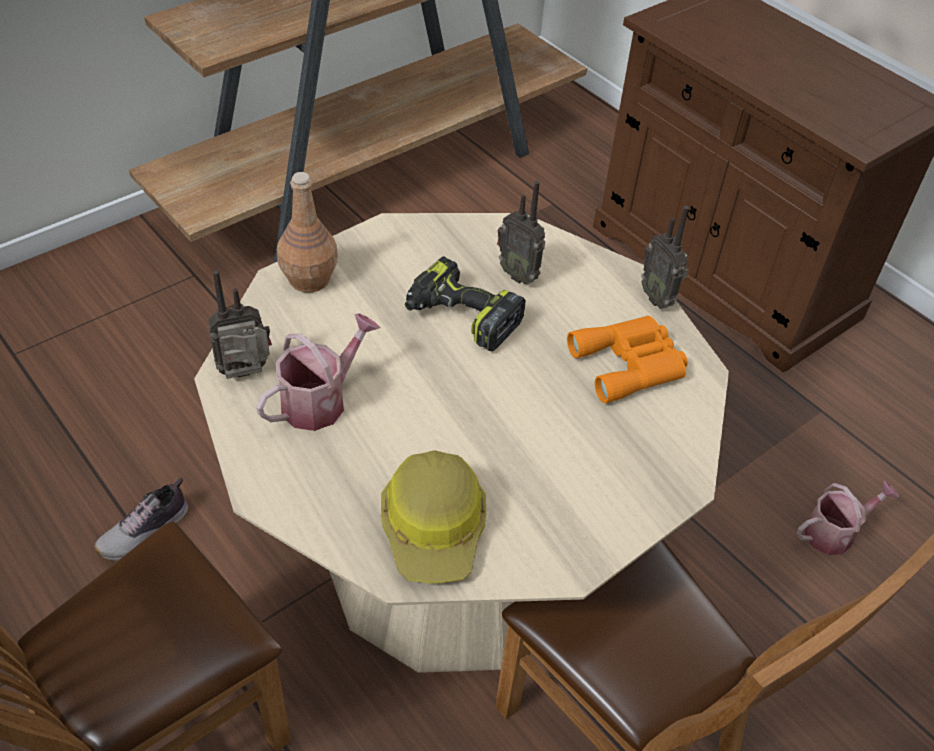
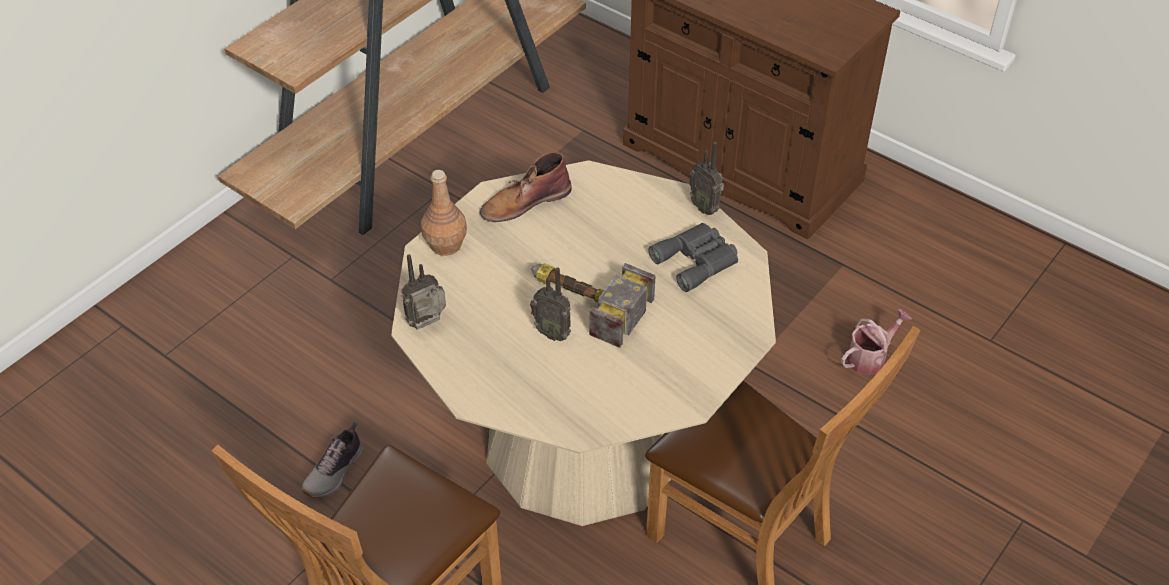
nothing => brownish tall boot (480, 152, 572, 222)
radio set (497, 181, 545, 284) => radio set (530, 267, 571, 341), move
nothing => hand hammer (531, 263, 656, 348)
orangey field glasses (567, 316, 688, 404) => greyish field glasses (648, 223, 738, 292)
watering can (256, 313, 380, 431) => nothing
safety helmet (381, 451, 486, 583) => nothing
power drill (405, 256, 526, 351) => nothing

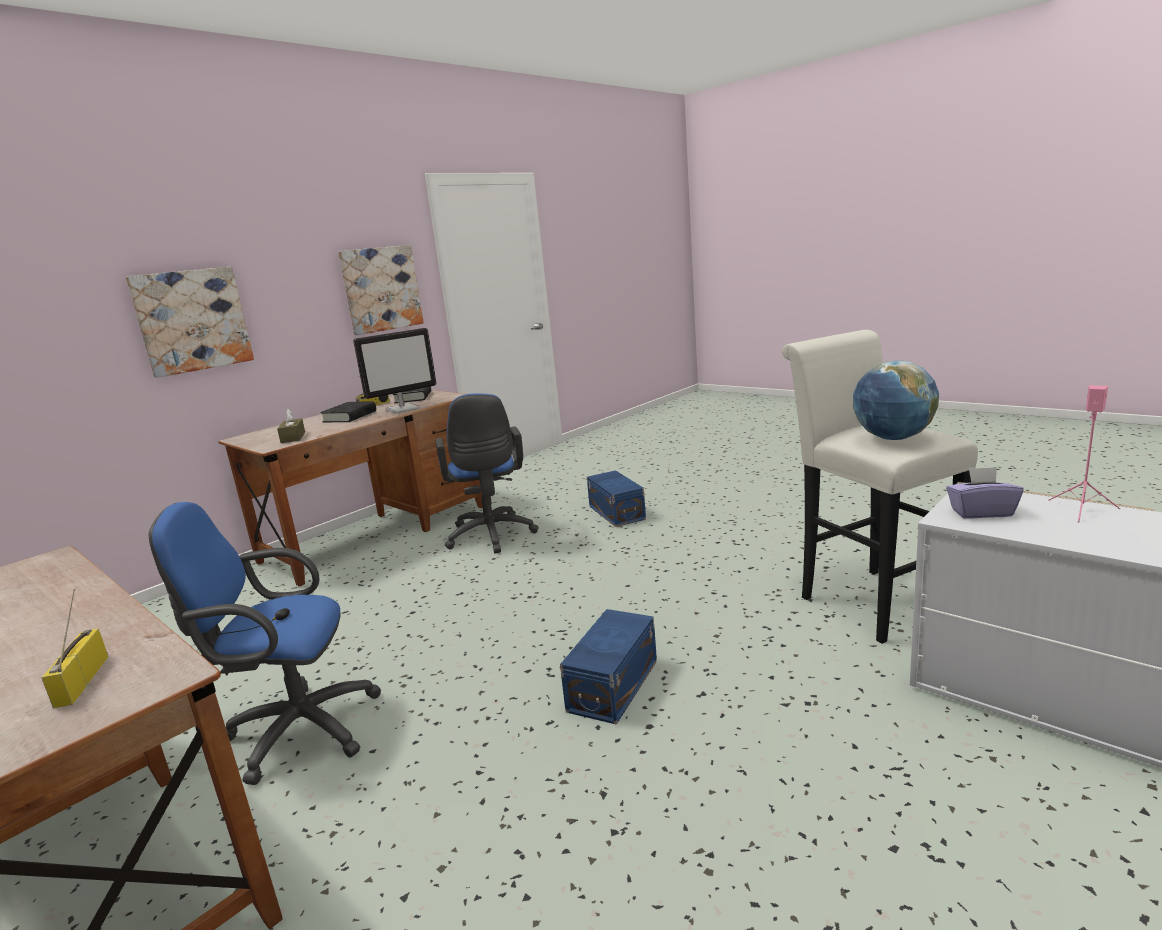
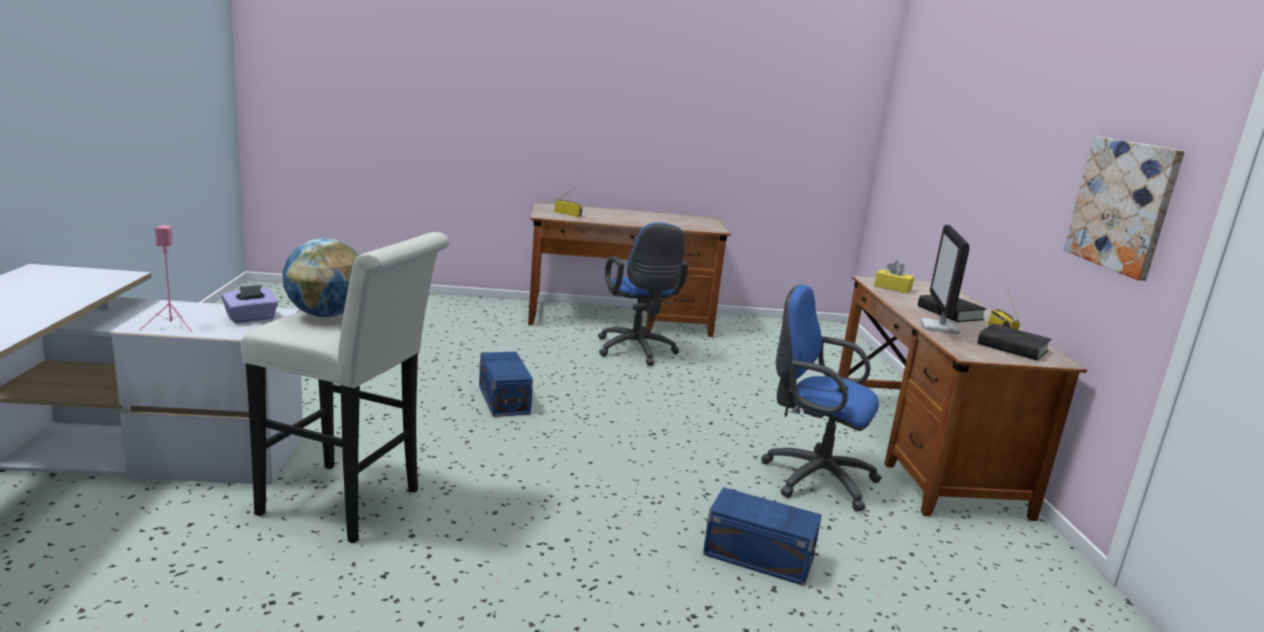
blue-coloured office chair (149, 502, 381, 785) => blue-coloured office chair (598, 223, 688, 366), 120 degrees clockwise
brownish tissue box (277, 409, 305, 443) => yellow-coloured tissue box (874, 261, 914, 294)
wall art (126, 267, 254, 378) => nothing

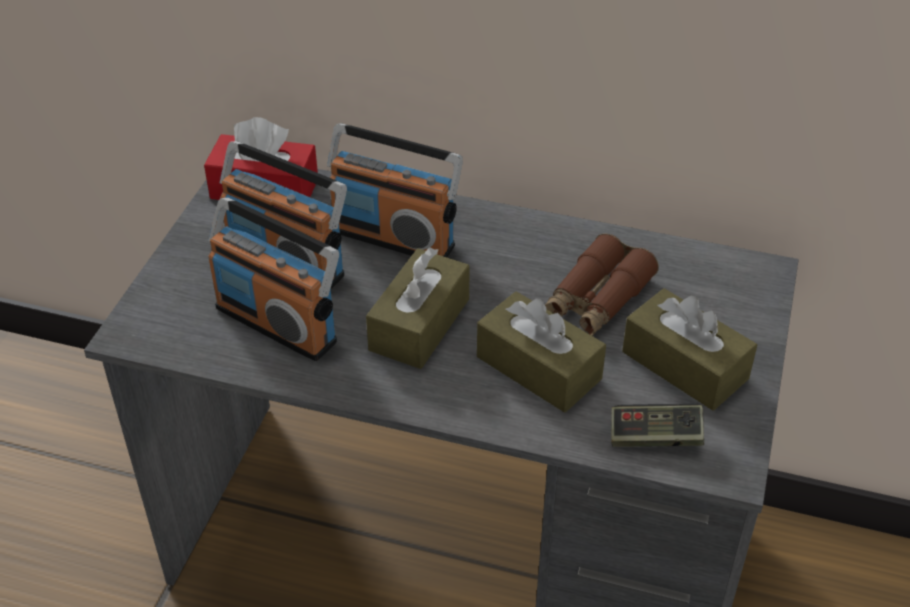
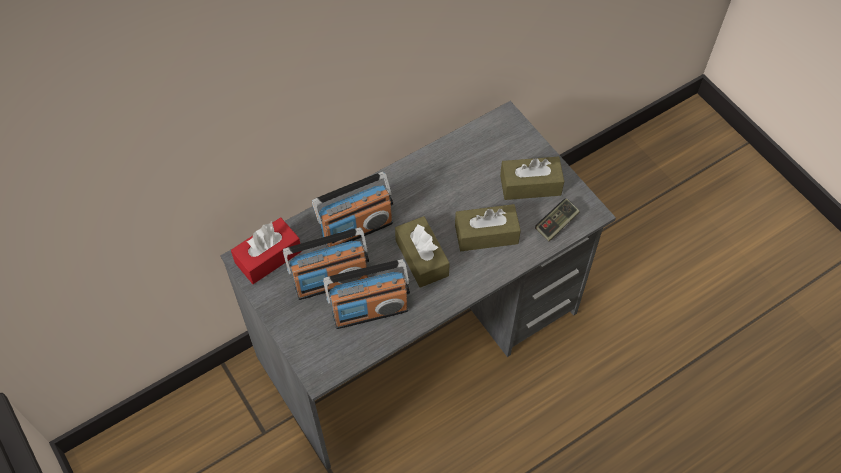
brownish field glasses (545, 234, 659, 336) => nothing

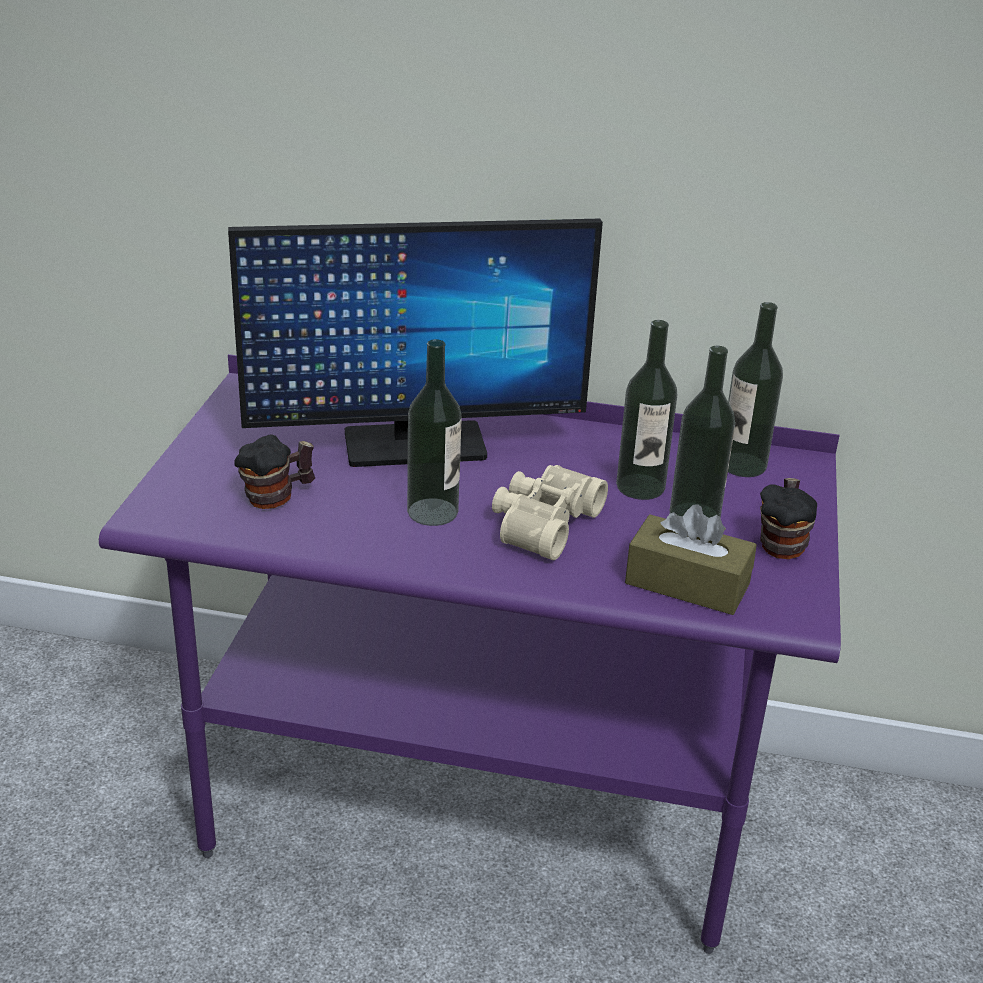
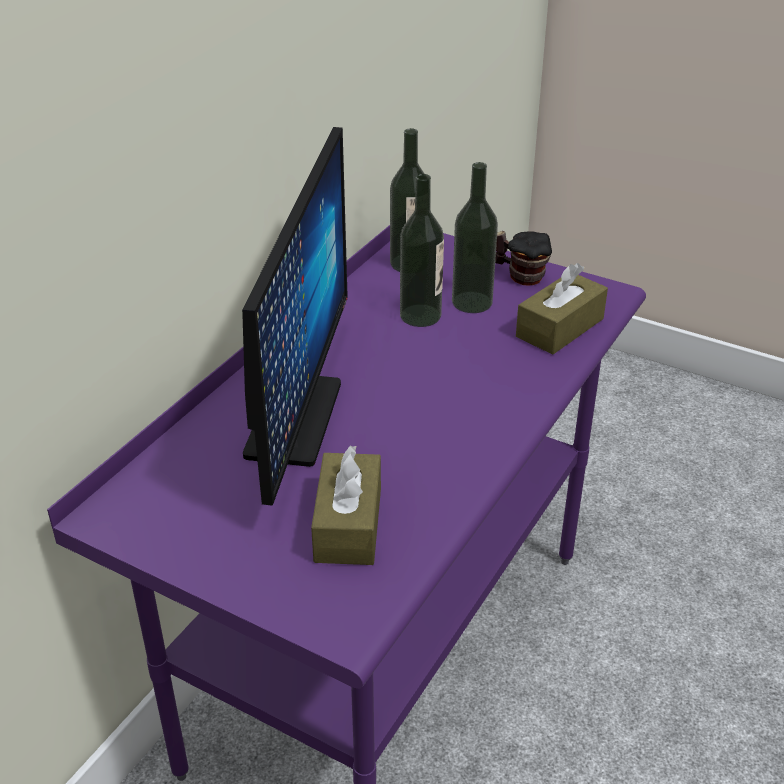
coffee mug (234, 434, 315, 509) => brownish tissue box (311, 446, 381, 565)
drink bottle (407, 339, 462, 526) => nothing
sand-coloured field glasses (492, 465, 608, 560) => nothing

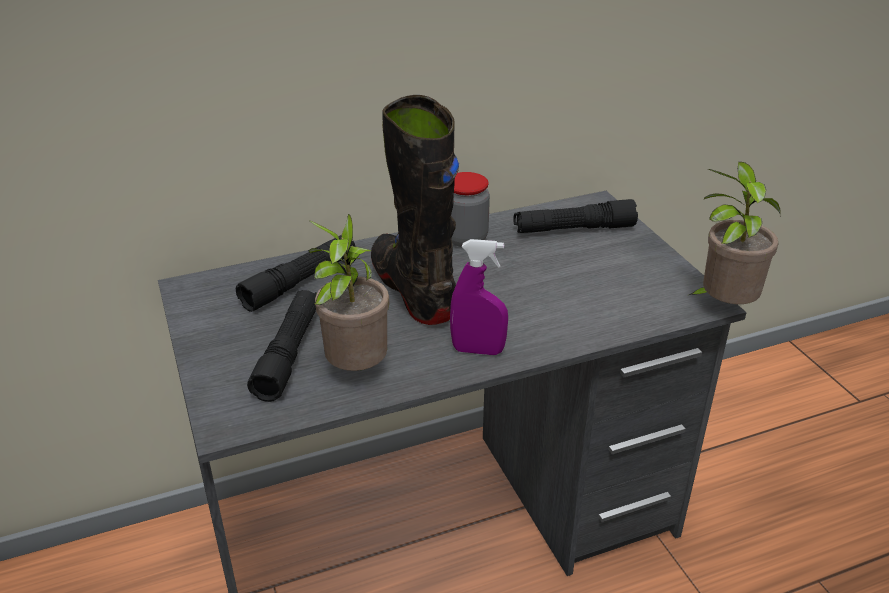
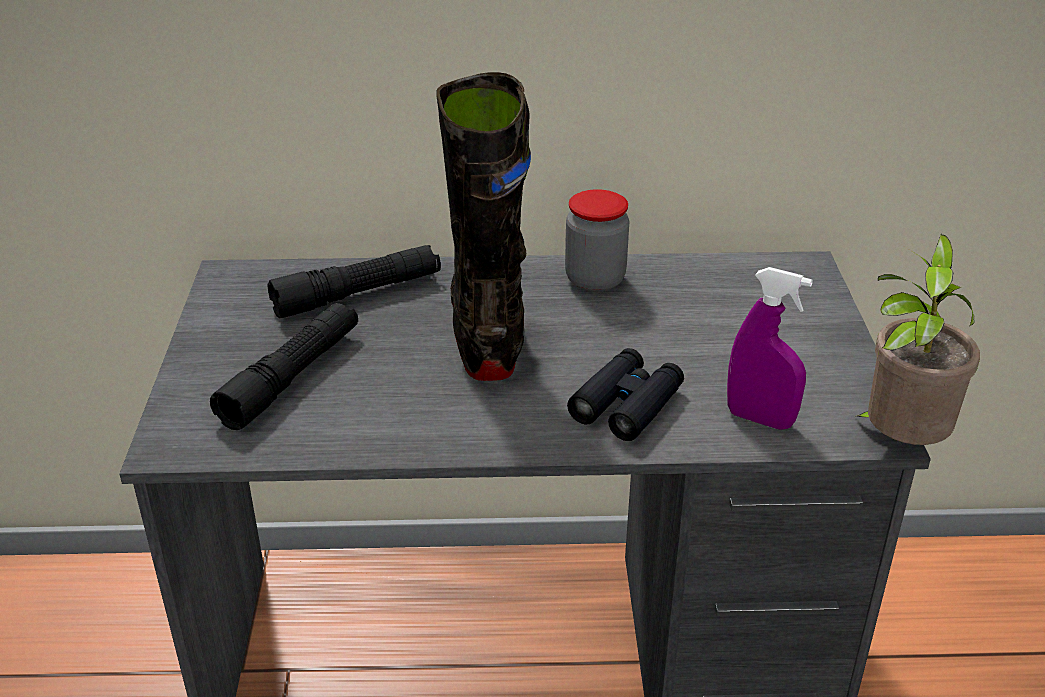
nothing => blackish field glasses (567, 348, 684, 441)
purple-coloured spray bottle (450, 239, 508, 355) => purple-coloured spray bottle (727, 267, 813, 430), move
potted plant (308, 213, 389, 371) => nothing
blackish torch (514, 199, 638, 233) => nothing

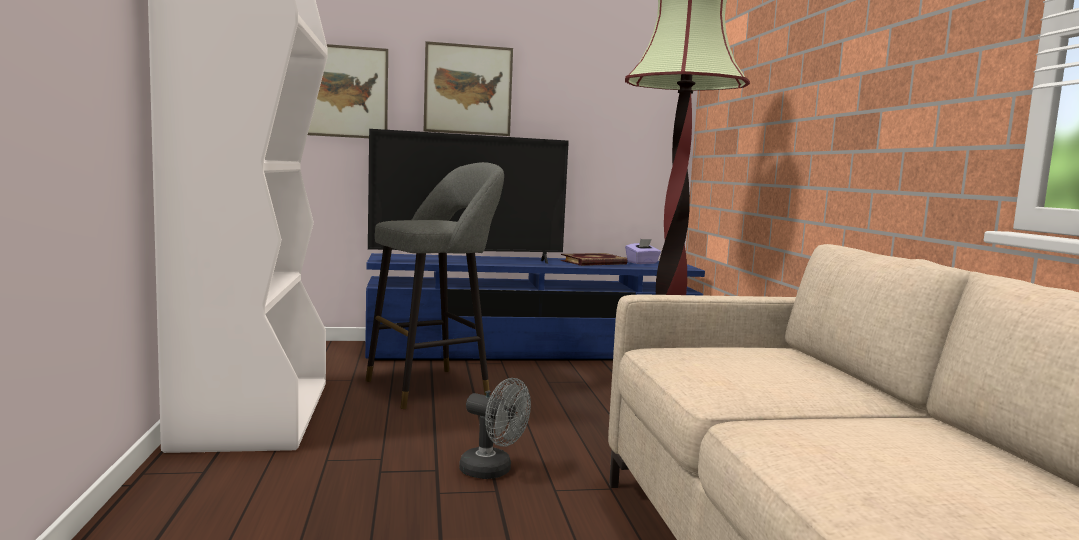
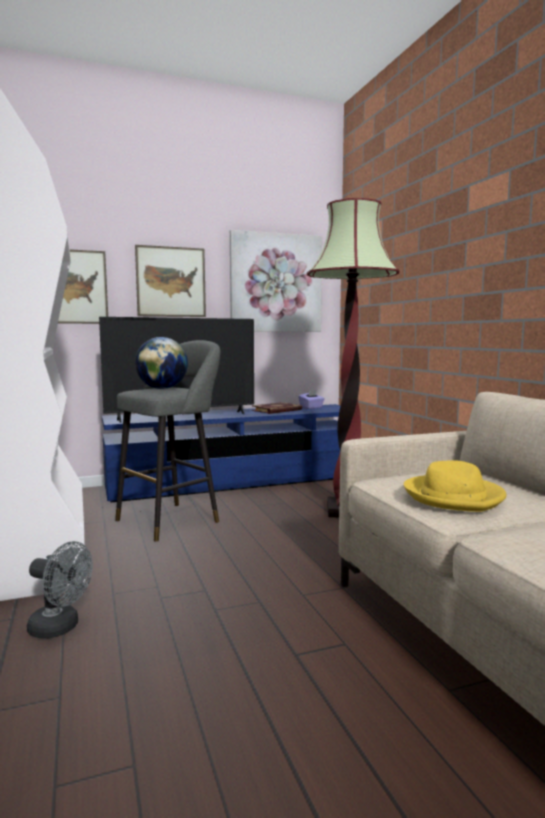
greyish electric fan (459, 378, 531, 479) => greyish electric fan (27, 541, 93, 638), move
nothing => globe (135, 337, 188, 389)
nothing => wall art (230, 230, 322, 332)
nothing => yellow-coloured wearable hat (404, 460, 506, 512)

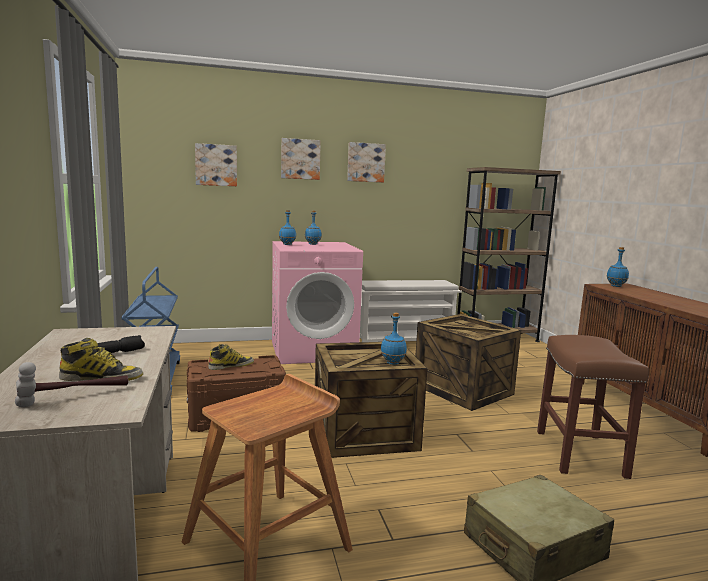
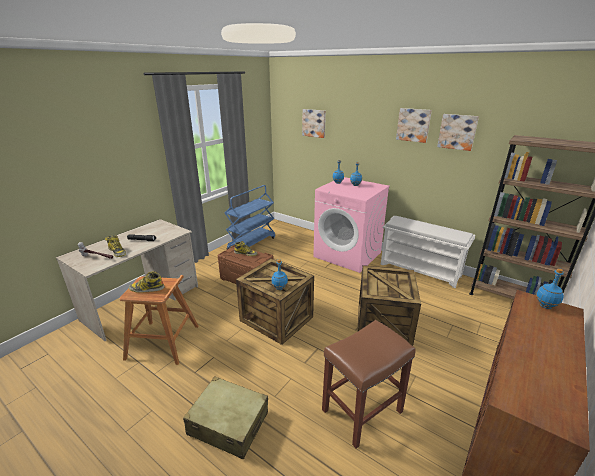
nothing => tall boot (129, 271, 165, 293)
wall art (281, 138, 321, 180) => wall art (437, 114, 479, 151), move

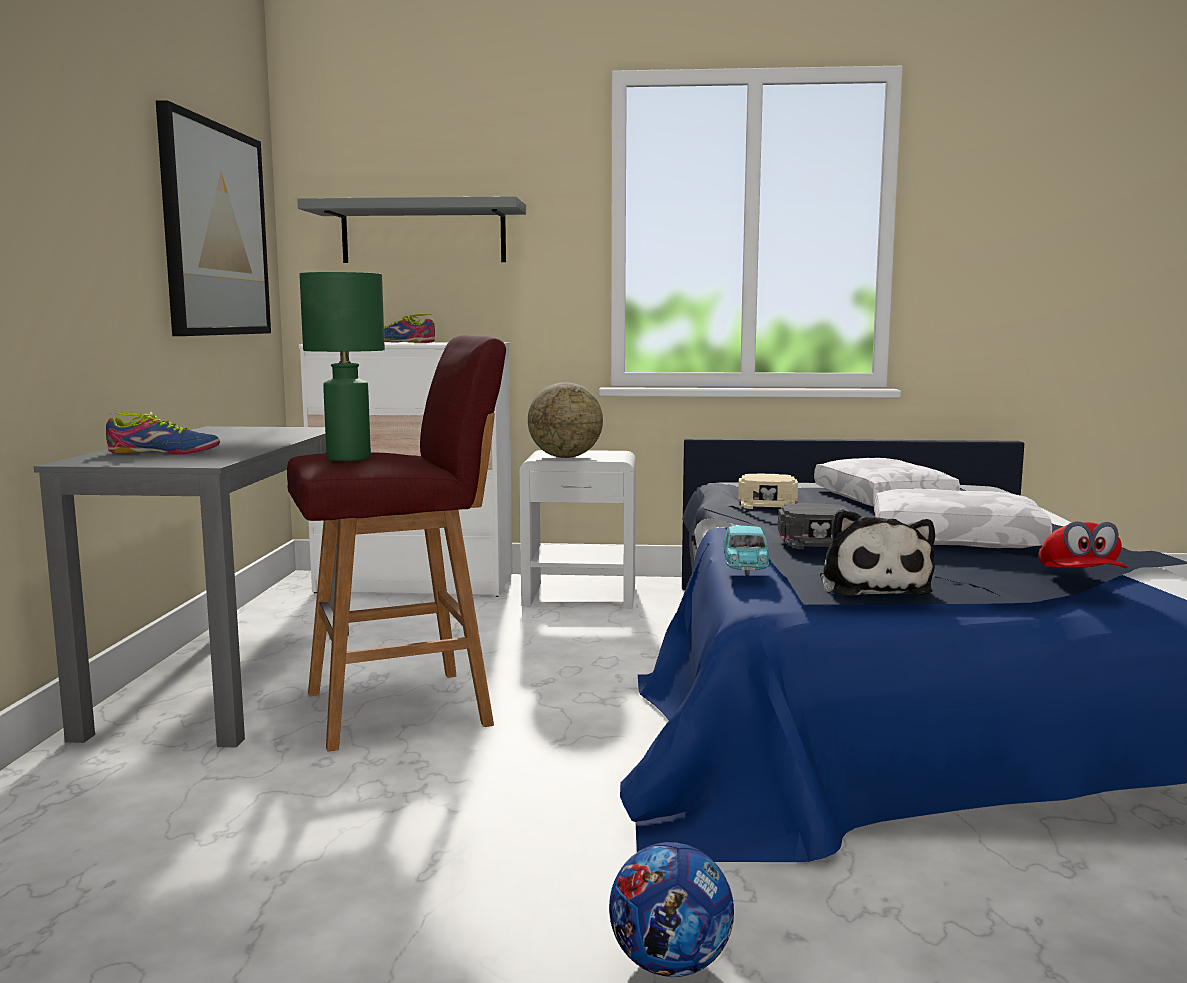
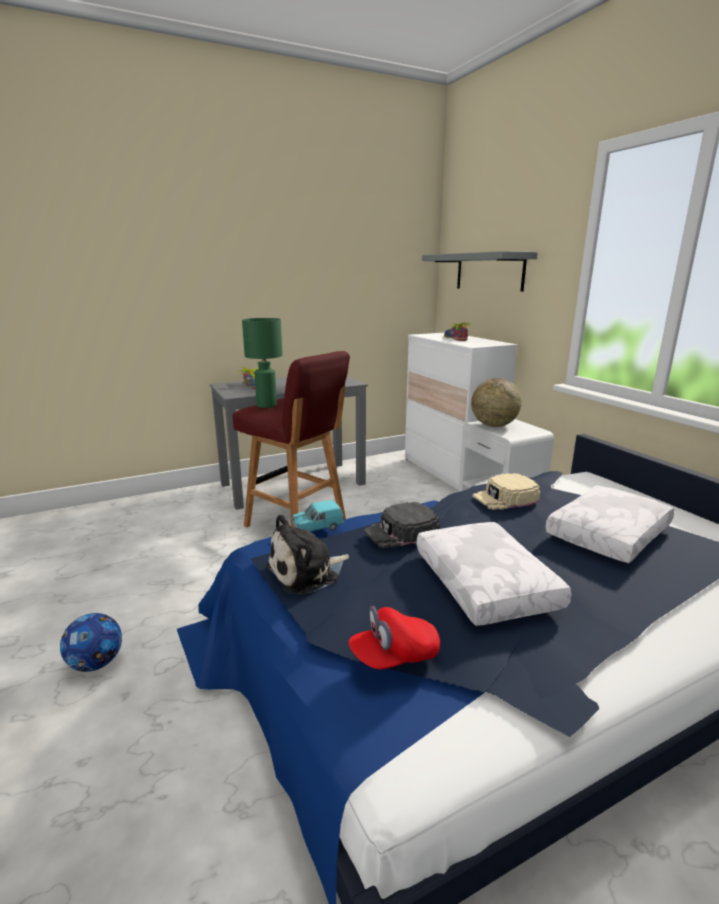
wall art (156, 100, 271, 336) => nothing

